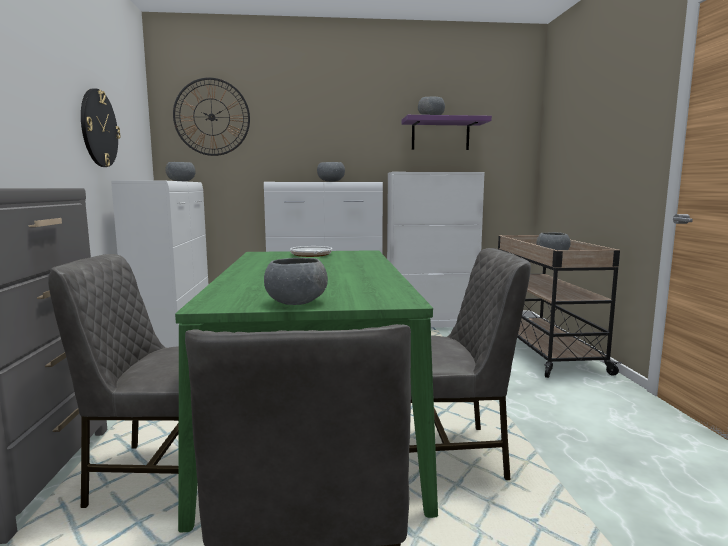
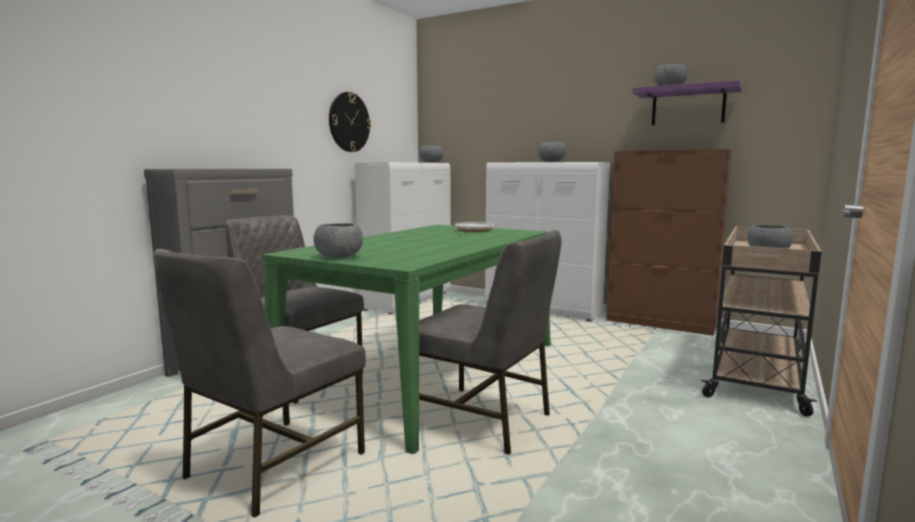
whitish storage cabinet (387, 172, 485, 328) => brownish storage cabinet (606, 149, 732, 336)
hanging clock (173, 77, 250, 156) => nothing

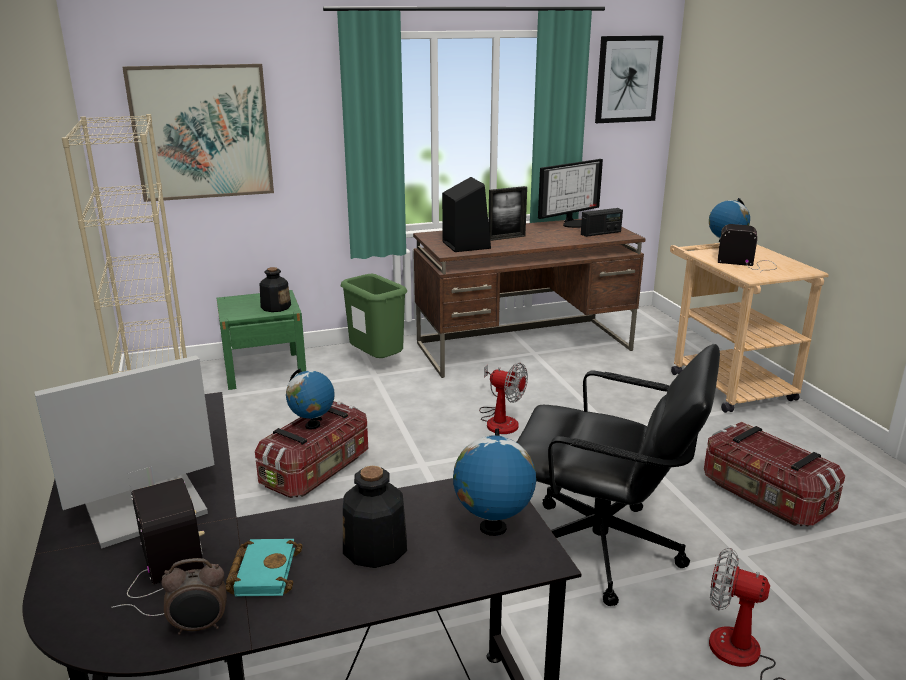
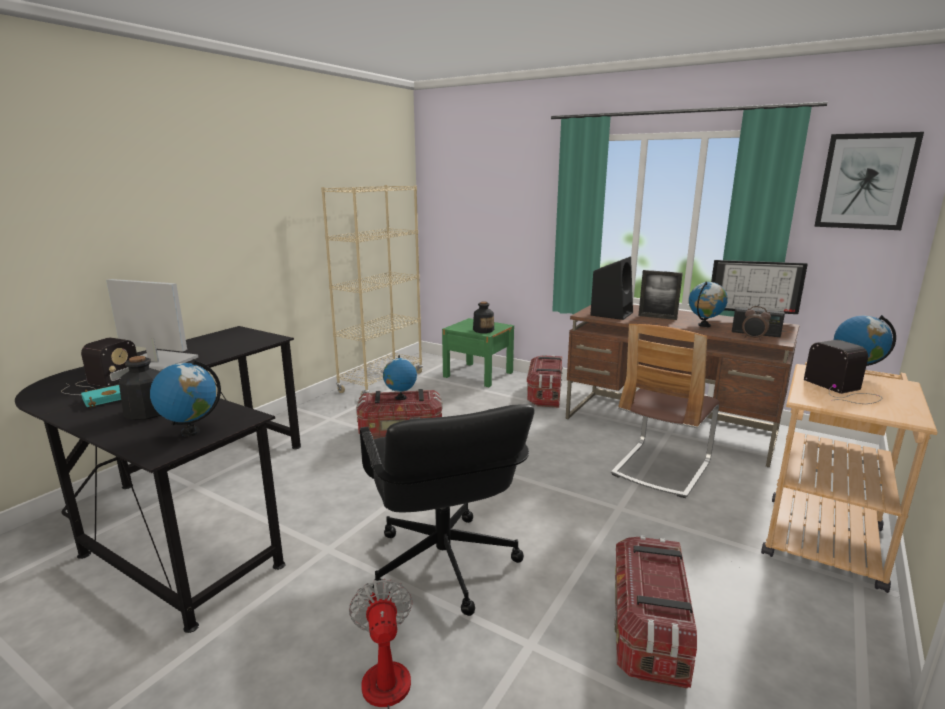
greenish waste bin (341, 274, 407, 358) => storage bin (527, 355, 563, 408)
nothing => plain chair (611, 324, 720, 498)
nothing => globe (689, 282, 728, 327)
table clock (161, 558, 227, 635) => table clock (742, 306, 771, 340), move
wall art (122, 64, 274, 202) => nothing
electric fan (479, 363, 528, 434) => nothing

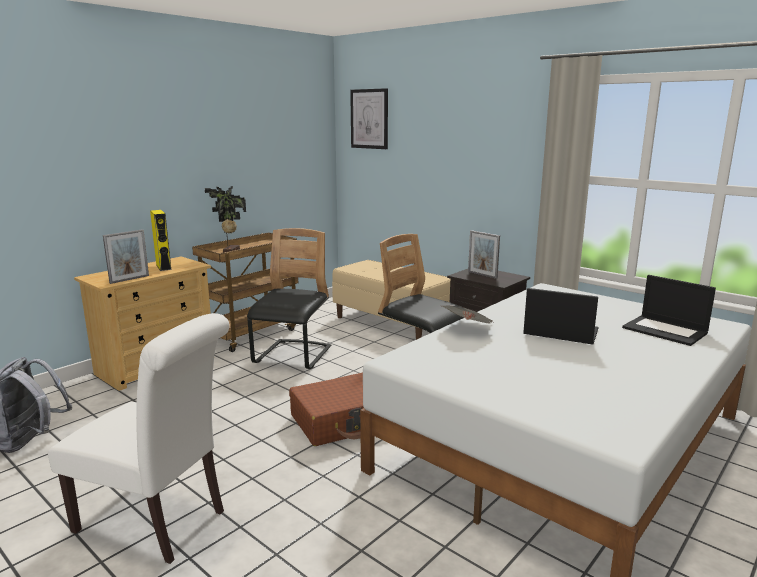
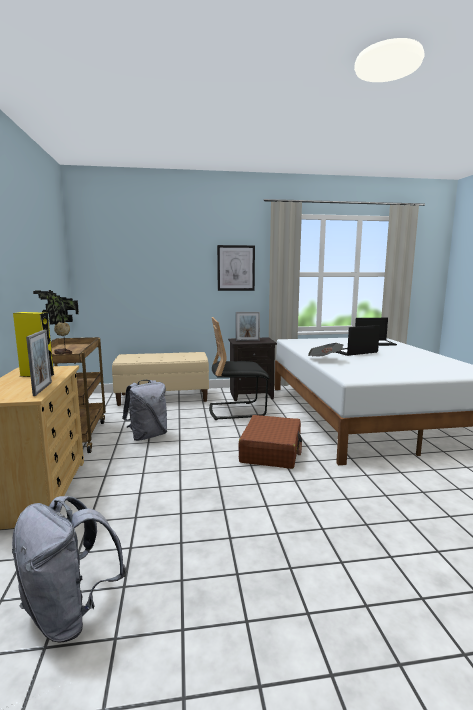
blackish plain chair (247, 228, 331, 369) => greyish rucksack (122, 380, 167, 441)
wall art (350, 88, 388, 149) => wall art (217, 245, 255, 291), move
whitish plain chair (48, 313, 230, 564) => nothing

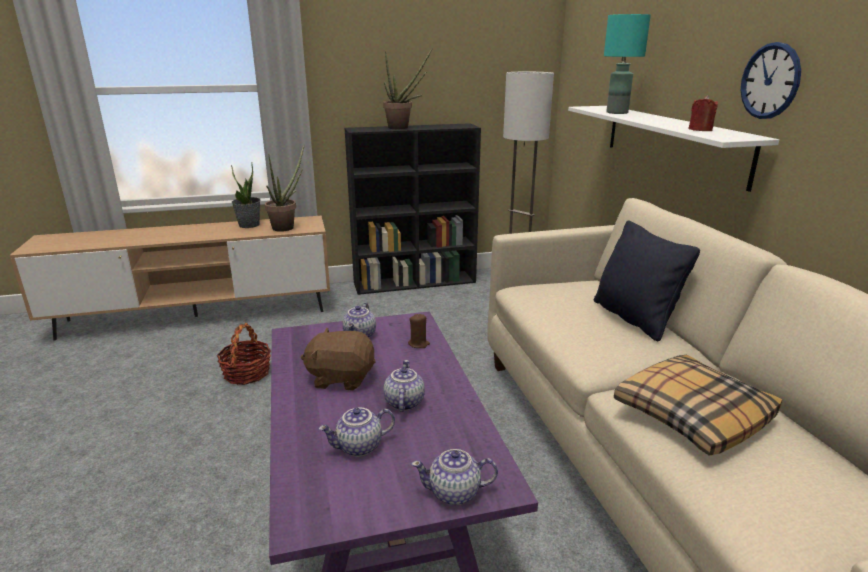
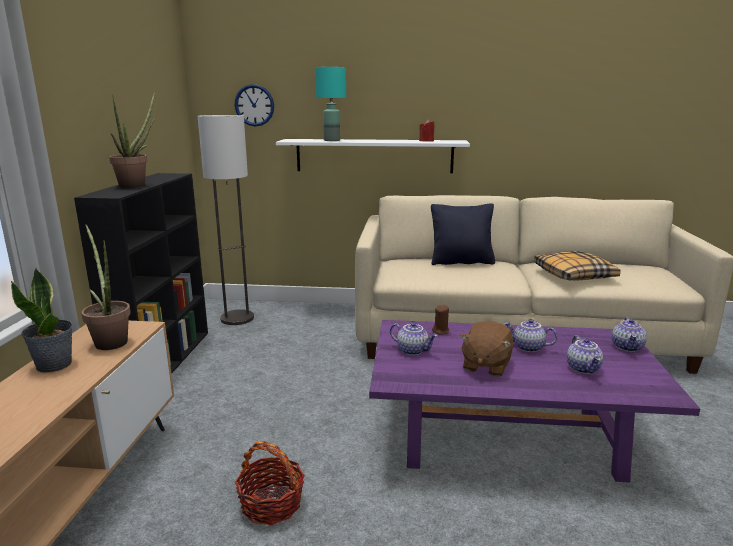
hanging clock (740, 42, 801, 119) => hanging clock (235, 84, 274, 126), move

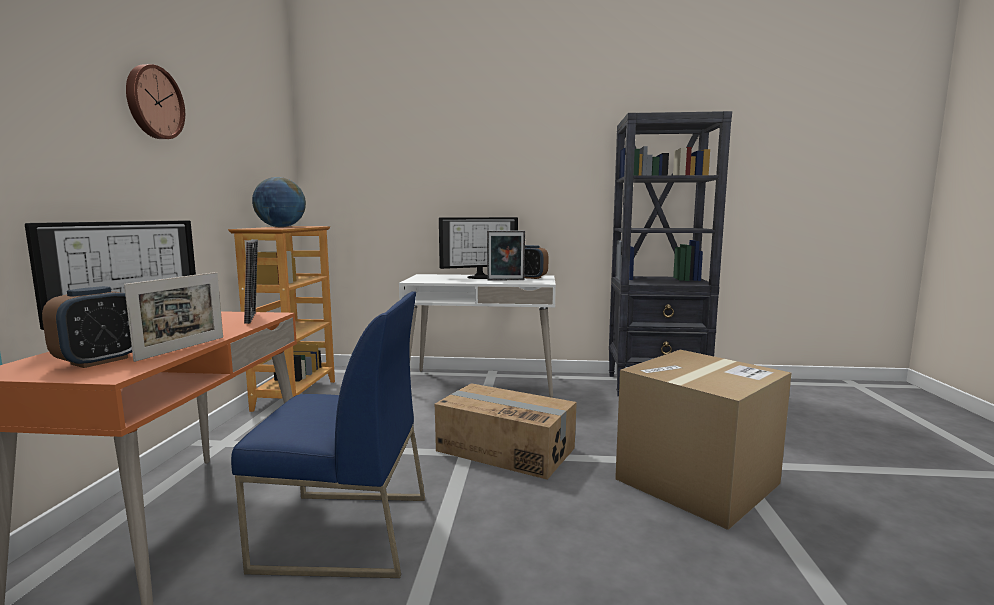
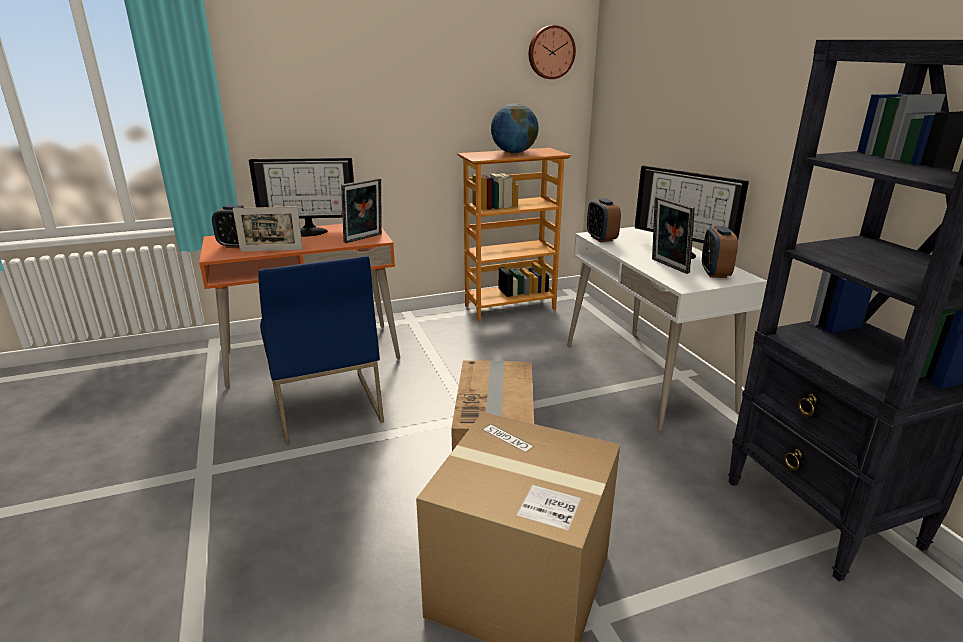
hanging clock (126, 64, 185, 139) => hanging clock (529, 25, 576, 79), move
nothing => table clock (587, 198, 621, 242)

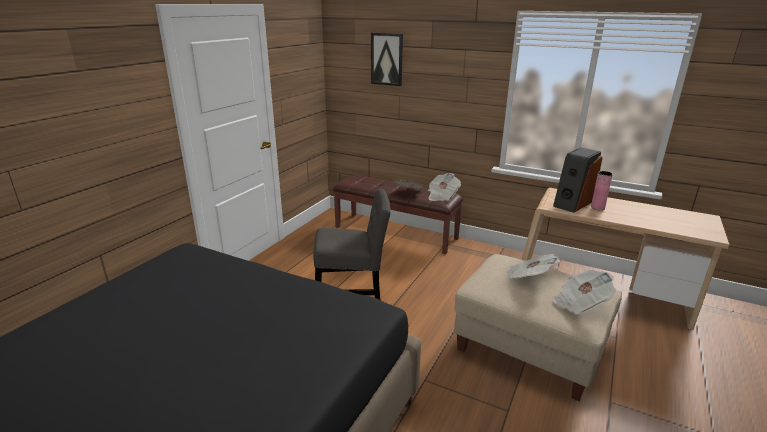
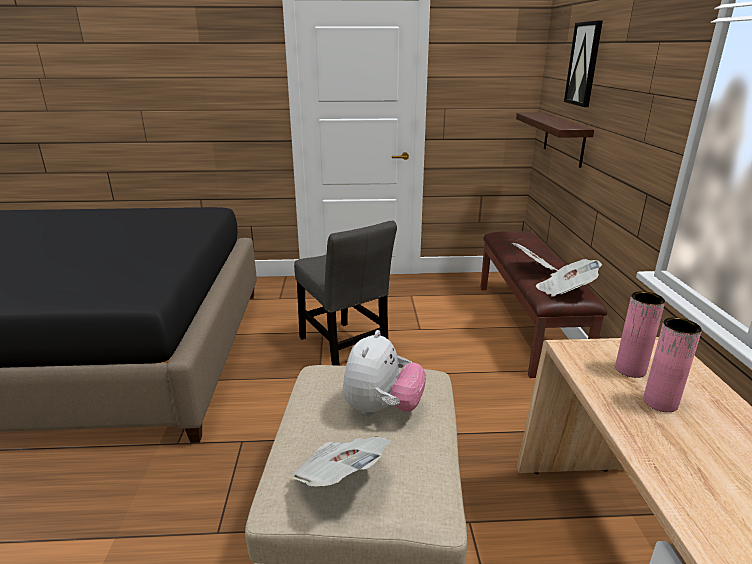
daily paper (506, 254, 559, 279) => plush toy (343, 330, 426, 416)
nothing => wall shelf (516, 113, 594, 168)
speaker (553, 147, 602, 213) => pink vase (615, 291, 665, 378)

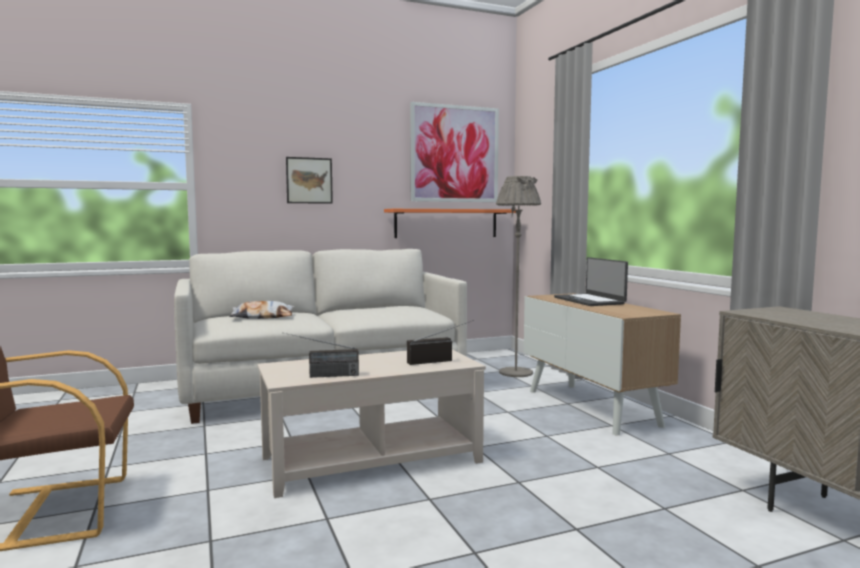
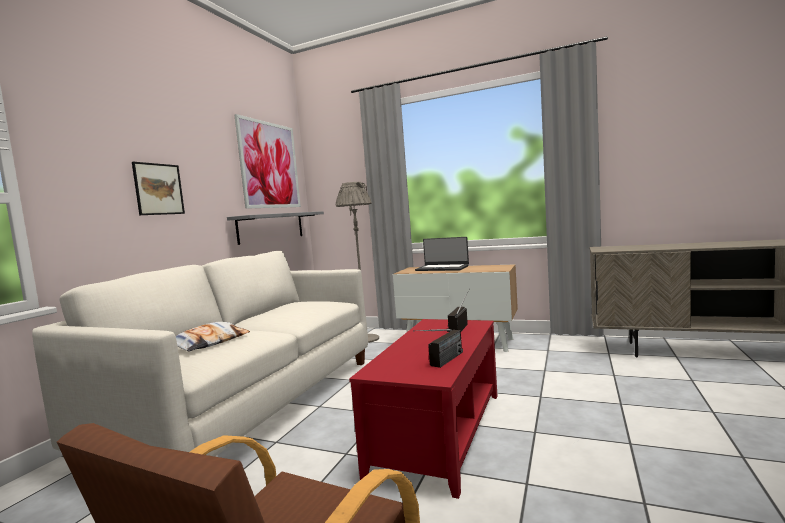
orangey wall shelf (384, 209, 518, 238) => greyish wall shelf (227, 211, 324, 245)
sand-coloured lounge table (257, 349, 486, 498) => reddish lounge table (349, 319, 497, 499)

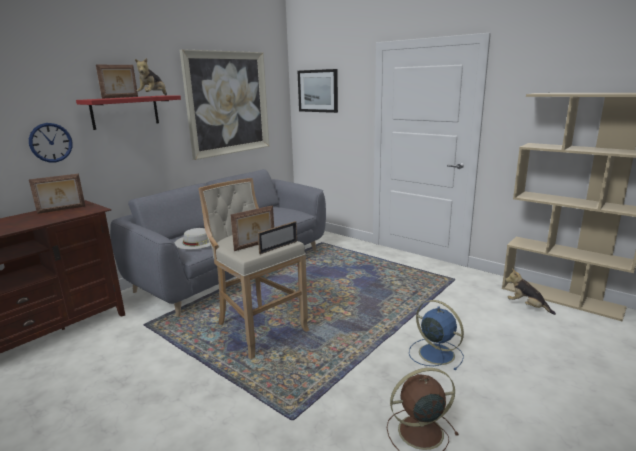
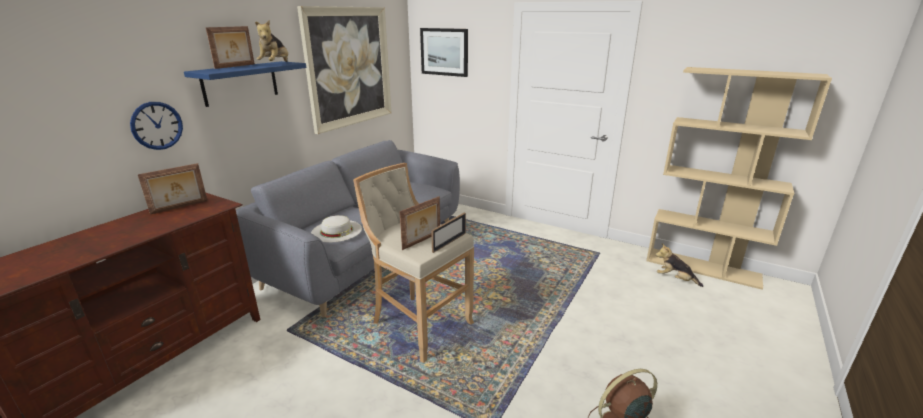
reddish wall shelf (76, 95, 181, 130) => blue-coloured wall shelf (184, 61, 306, 107)
blue-coloured electric fan (409, 300, 464, 370) => nothing

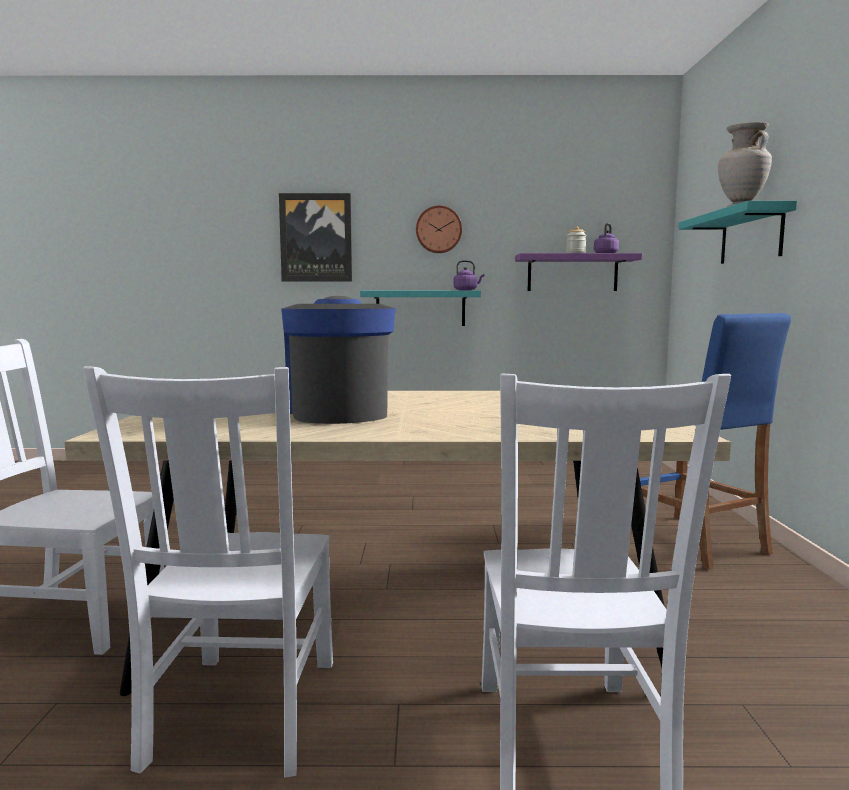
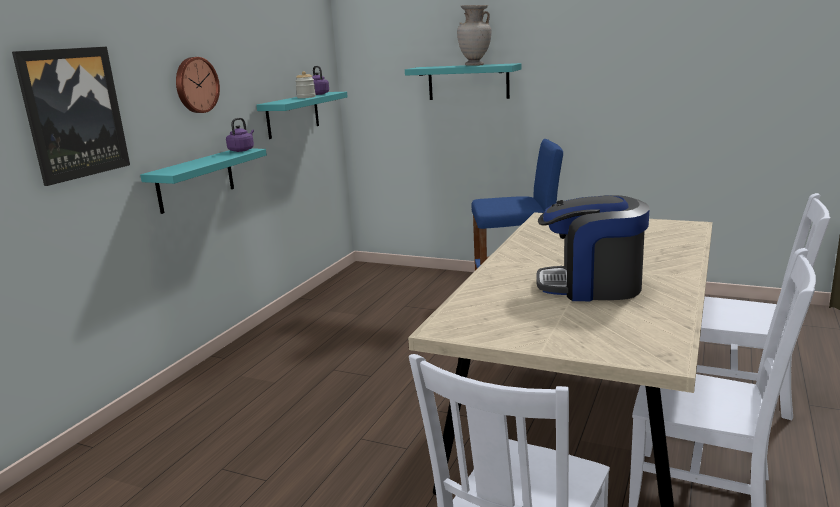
purple-coloured wall shelf (515, 253, 642, 291) => turquoise wall shelf (256, 92, 348, 139)

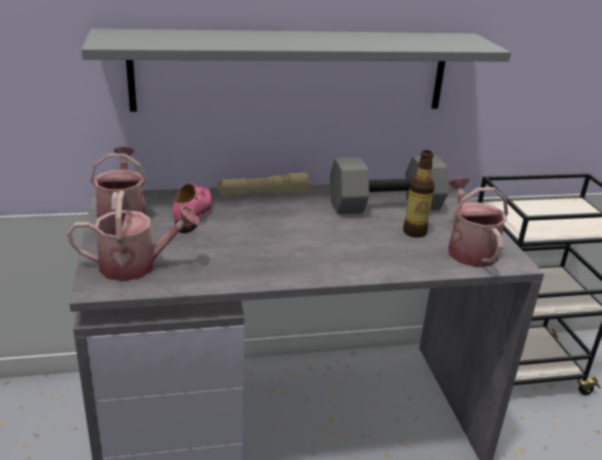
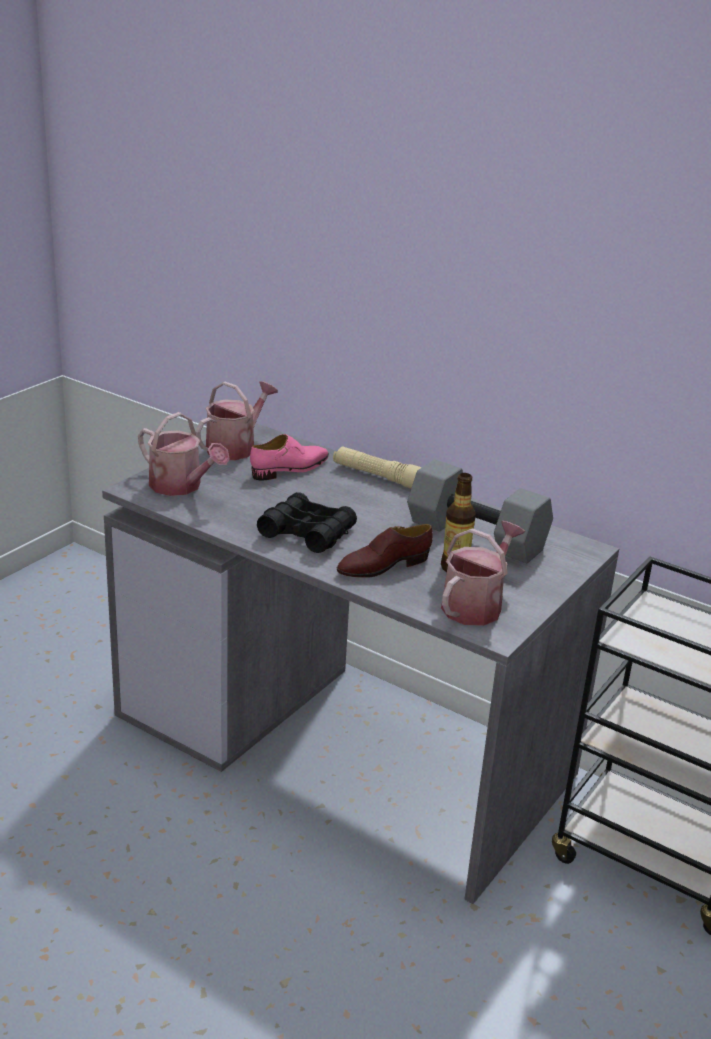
nothing => blackish field glasses (257, 492, 357, 553)
nothing => brownish low shoe (337, 524, 433, 578)
greyish wall shelf (82, 29, 511, 112) => nothing

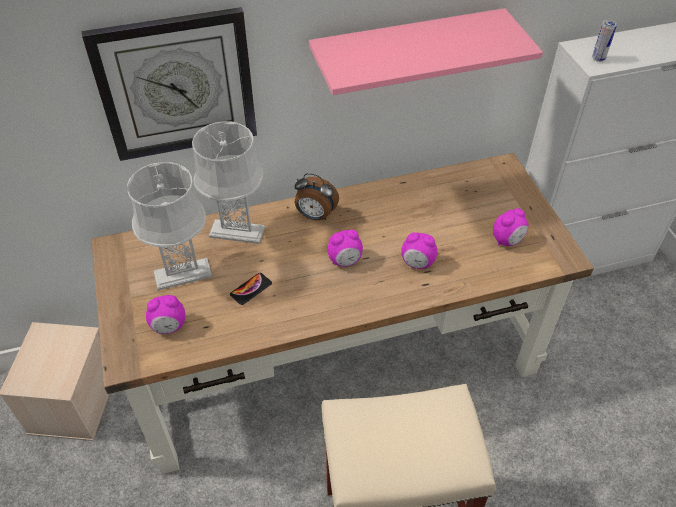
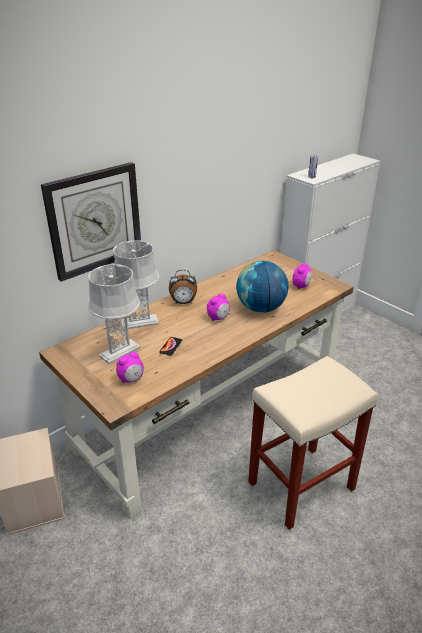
table clock (401, 233, 437, 269) => globe (236, 261, 289, 313)
pink wall shelf (309, 8, 543, 95) => nothing

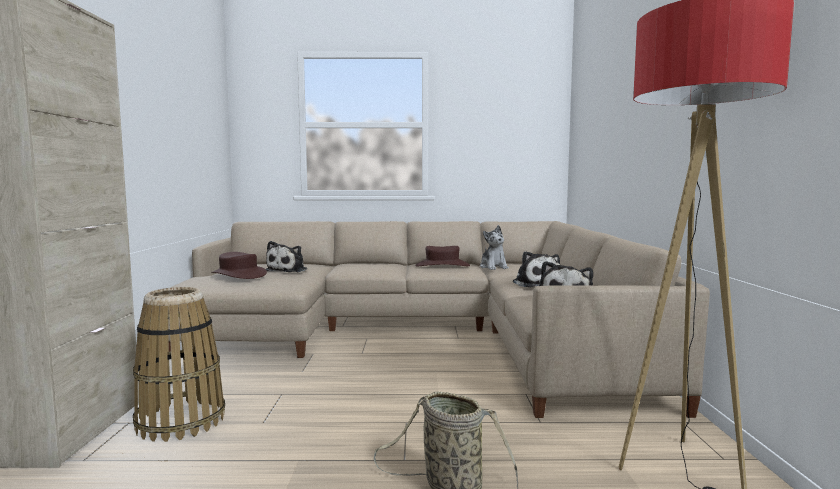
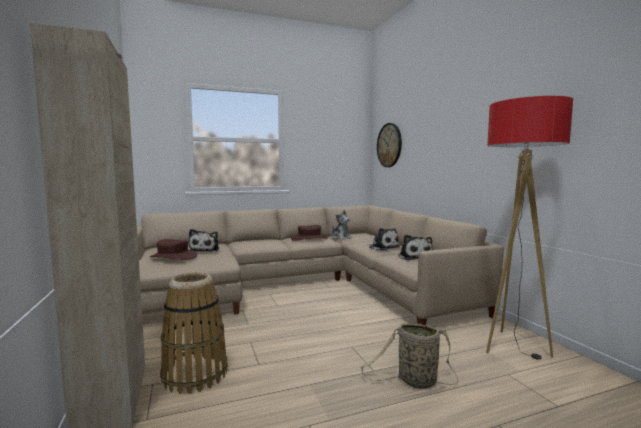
nothing => hanging clock (377, 123, 402, 167)

